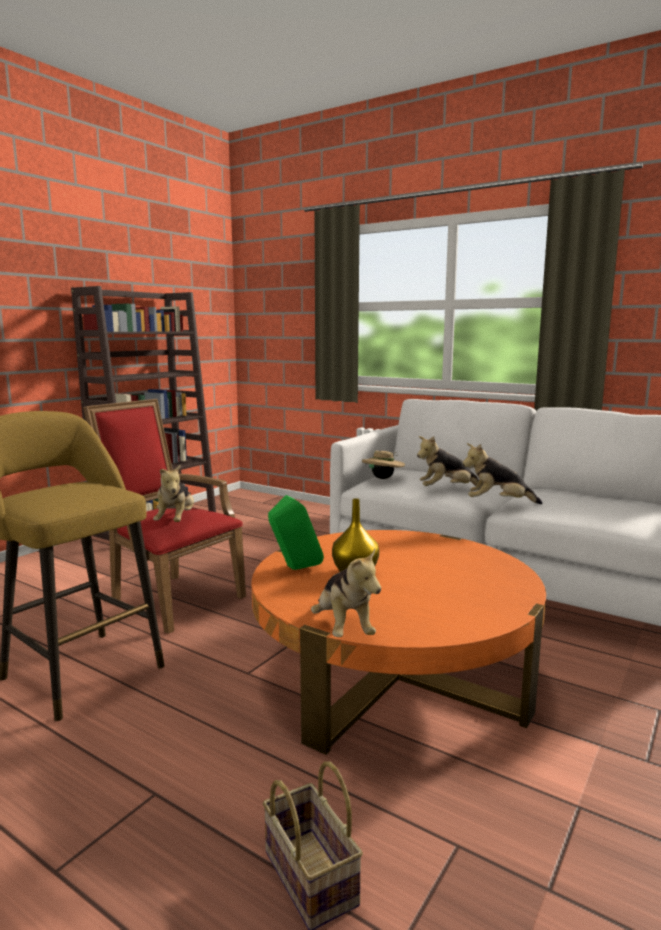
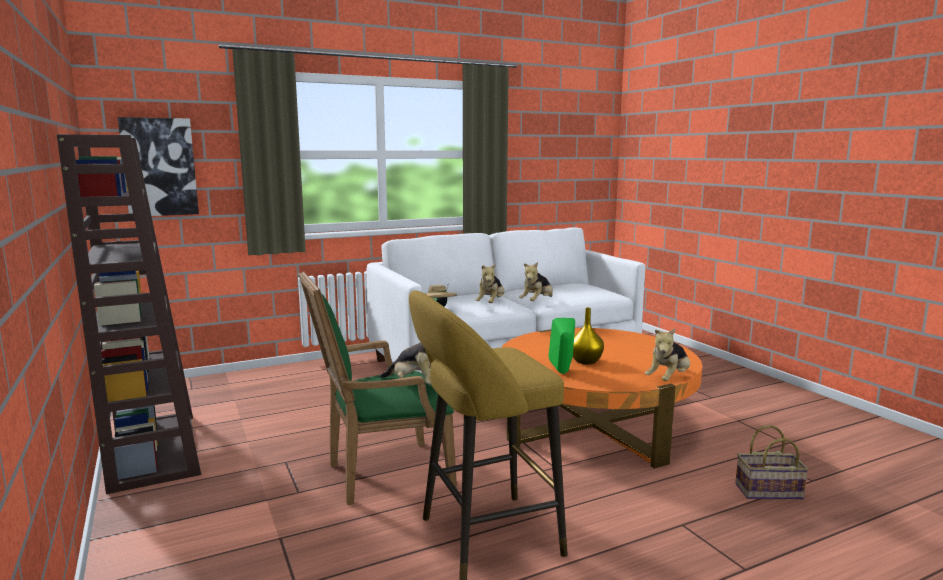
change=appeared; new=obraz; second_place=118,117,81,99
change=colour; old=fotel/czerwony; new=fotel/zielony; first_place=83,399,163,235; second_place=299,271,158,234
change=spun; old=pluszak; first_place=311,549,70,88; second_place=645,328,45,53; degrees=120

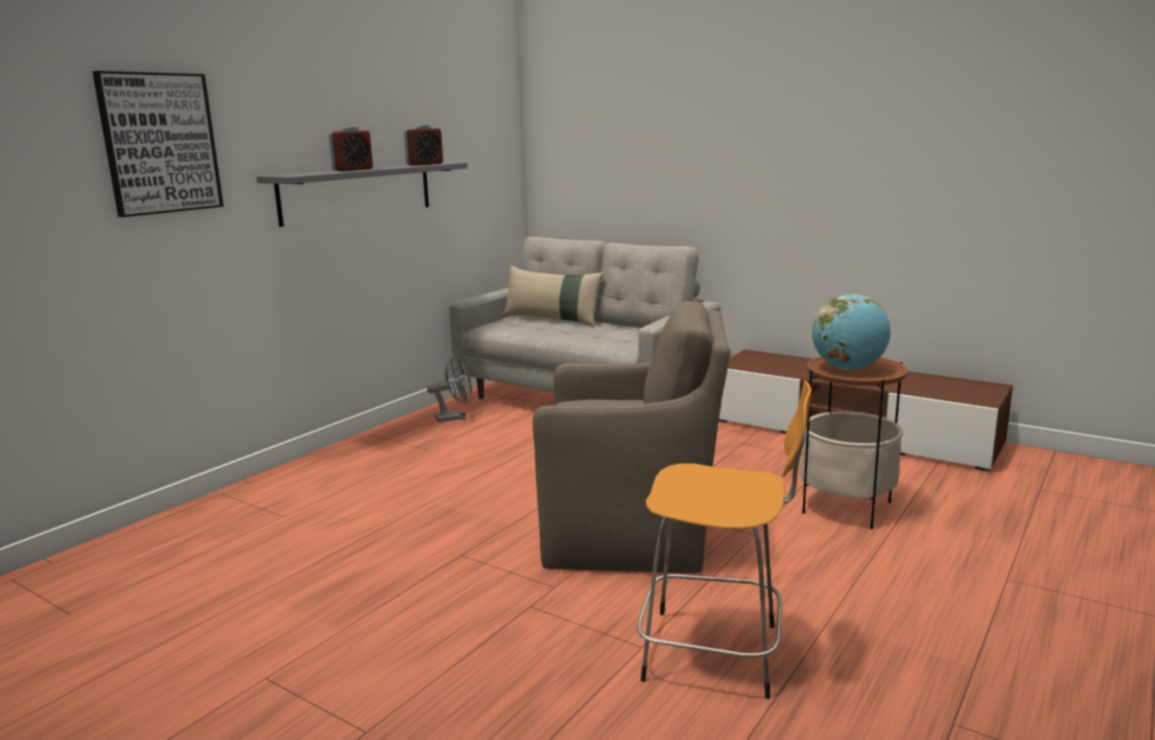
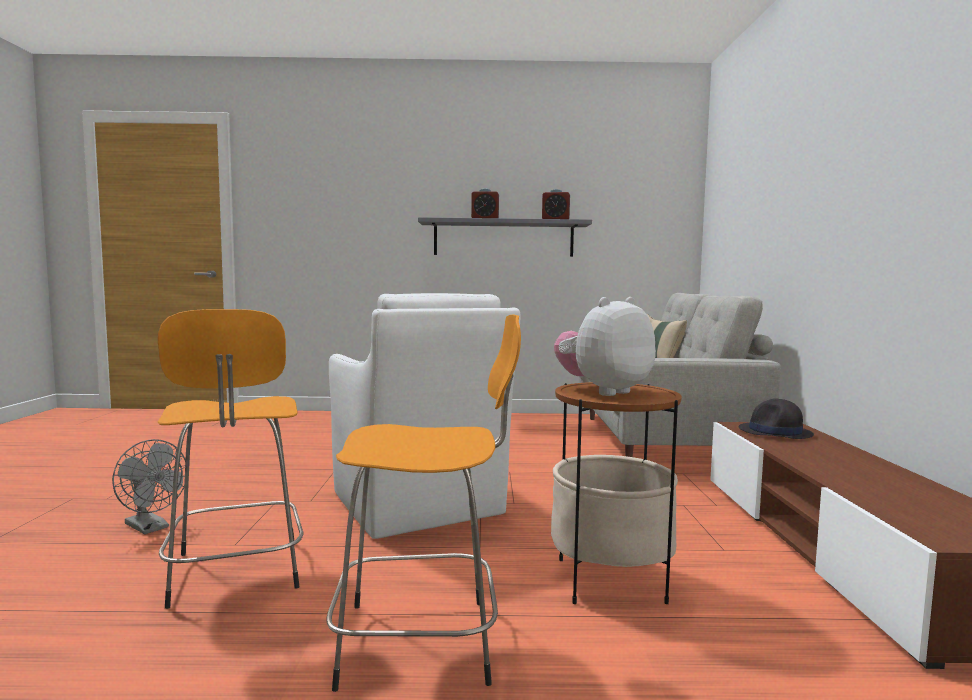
change=missing; old=obraz; first_place=92,71,132,146
change=appeared; new=stołek/pomarańczowy; second_place=326,315,195,377
change=appeared; new=kapelusz/czarny; second_place=739,399,75,40
change=relocated; old=wentylator/szary; first_place=427,358,45,64; second_place=112,439,74,95
change=exchanged; old=globus; new=pluszak; first_place=812,294,78,76; second_place=554,297,102,99
change=colour; old=fotel/brązowy; new=fotel/biały; first_place=533,301,197,272; second_place=329,293,191,246

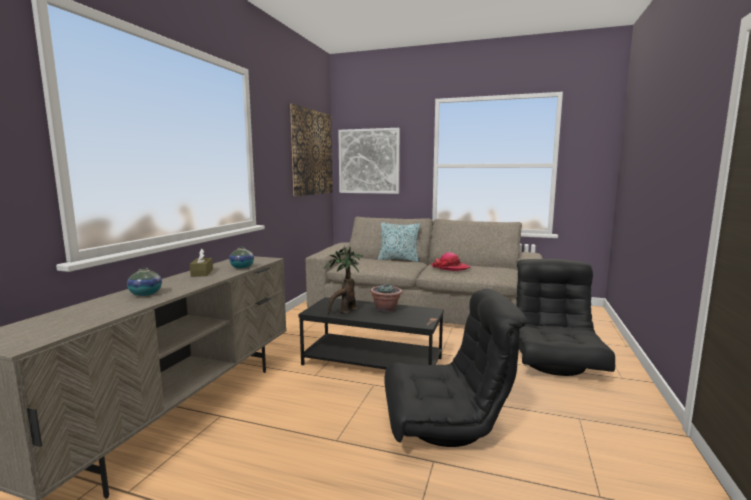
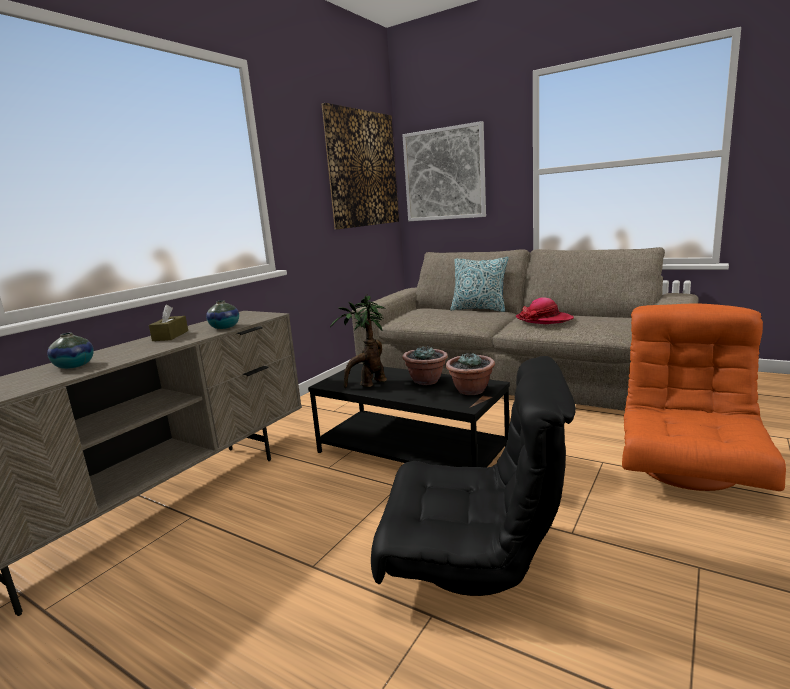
change=appeared; new=roślina doniczkowa; second_place=446,353,49,42
change=colour; old=fotel/czarny; new=fotel/pomarańczowy; first_place=516,259,99,117; second_place=622,304,164,187

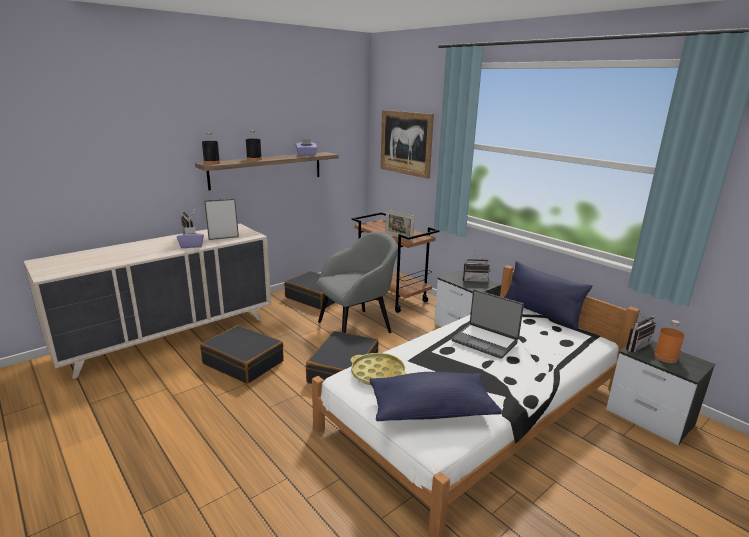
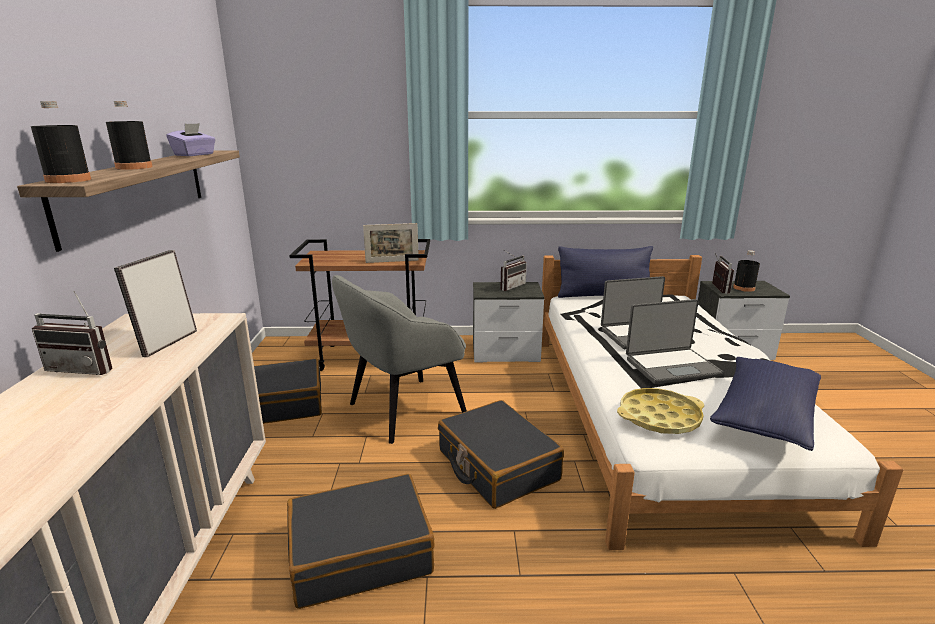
change=missing; old=pudełko chusteczek/fioletowy; first_place=177,227,27,21
change=missing; old=obraz; first_place=380,110,54,69
change=appeared; new=laptop; second_place=626,299,98,85
change=colour; old=butelka/pomarańczowy; new=butelka/czarny; first_place=654,320,31,43; second_place=733,250,27,42
change=spun; old=fotel/szary; first_place=317,232,81,101; second_place=332,275,135,169; degrees=-135

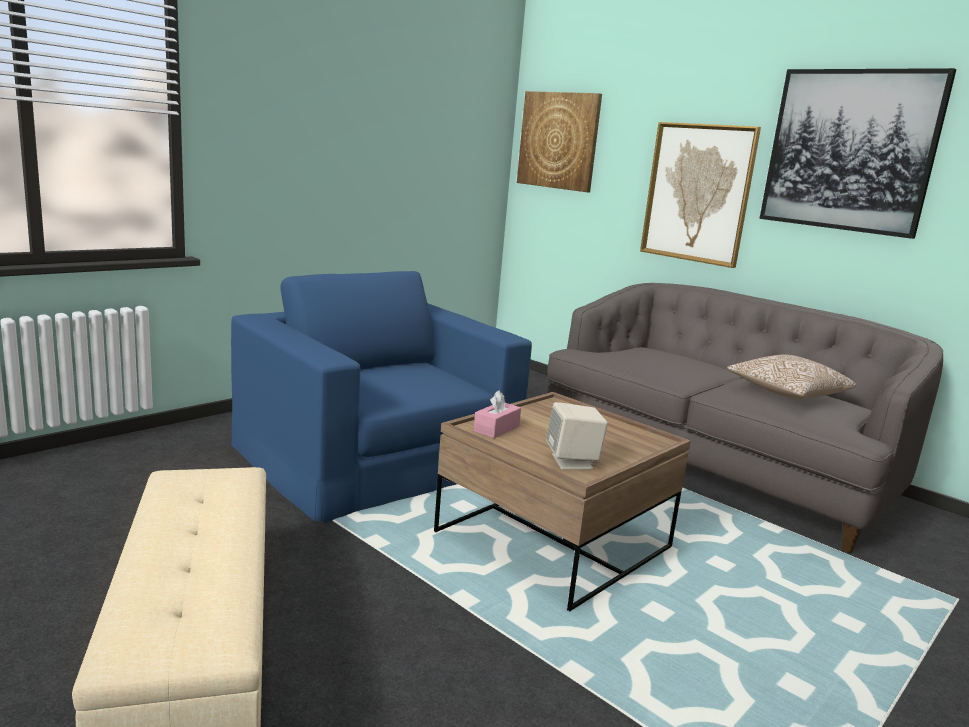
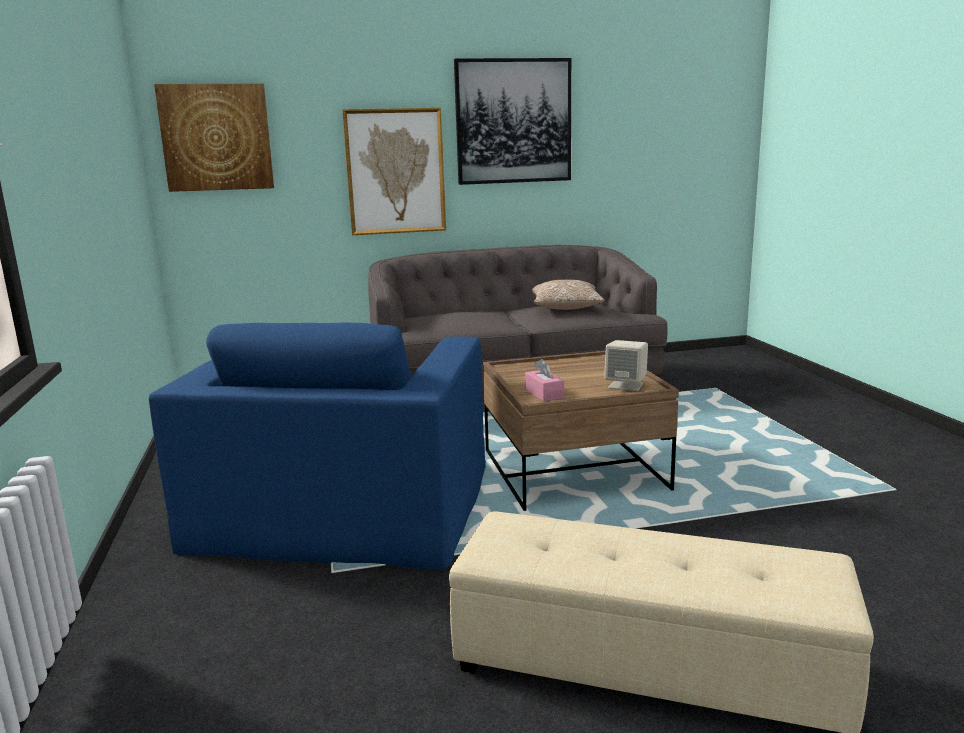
change=spun; old=fotel/niebieski; first_place=231,271,301,252; second_place=149,322,336,248; degrees=-75

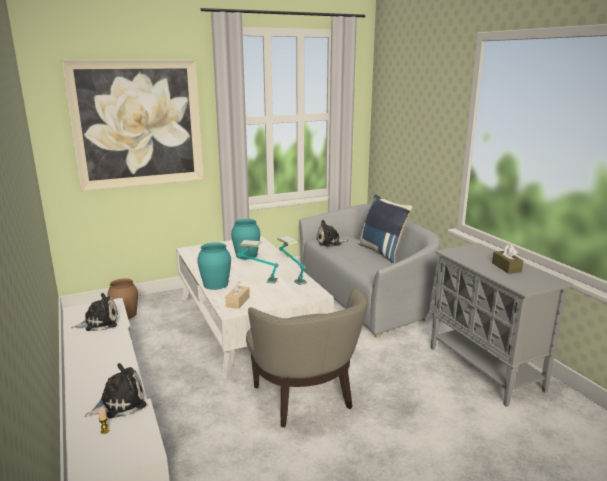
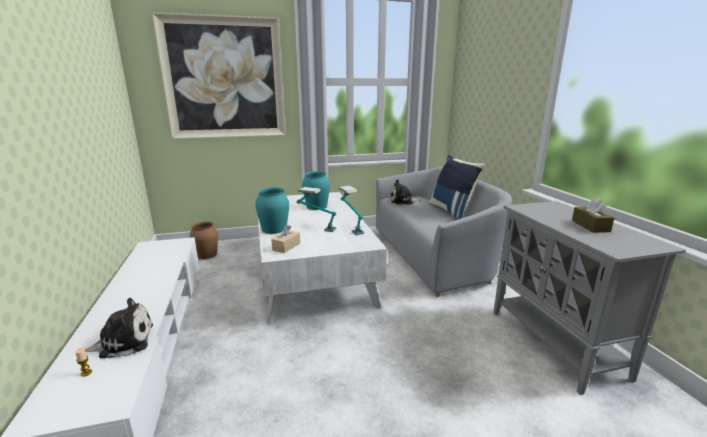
change=missing; old=pluszak; first_place=71,293,47,38
change=missing; old=fotel/beżowy; first_place=246,288,122,139

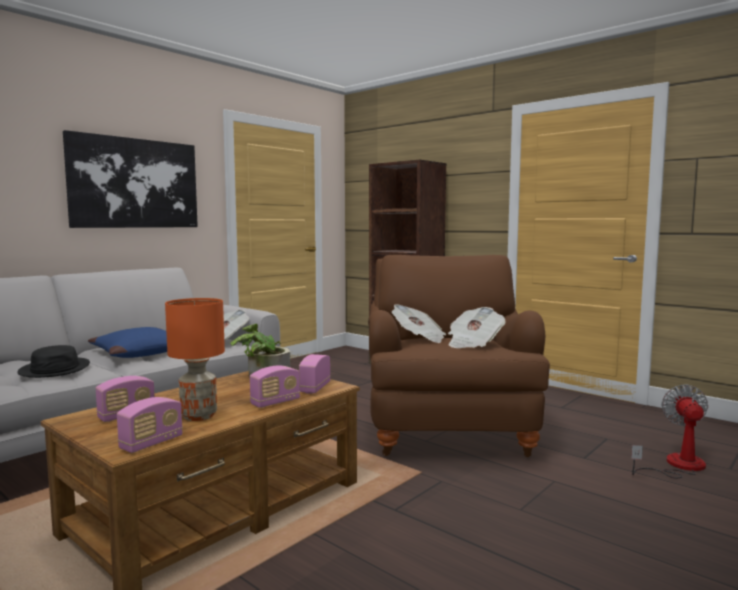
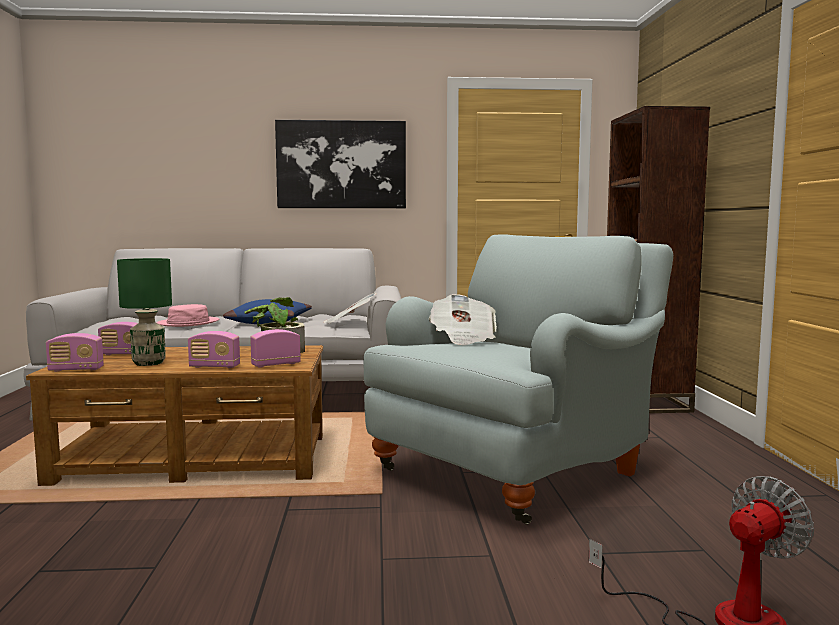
change=missing; old=gazeta; first_place=448,307,58,41
change=colour; old=kapelusz/czarny; new=kapelusz/różowy; first_place=17,345,73,33; second_place=156,304,63,23
change=colour; old=lampa stołowa/pomarańczowy; new=lampa stołowa/zielony; first_place=165,298,60,123; second_place=117,258,55,108
change=colour; old=fotel/brązowy; new=fotel/szary; first_place=368,255,182,202; second_place=364,234,309,291

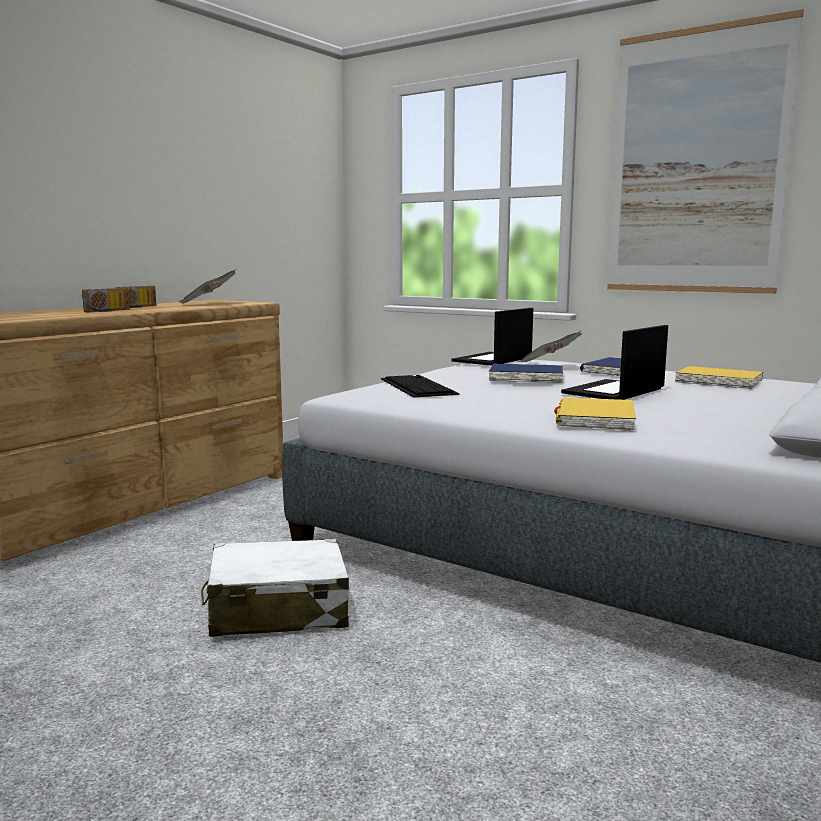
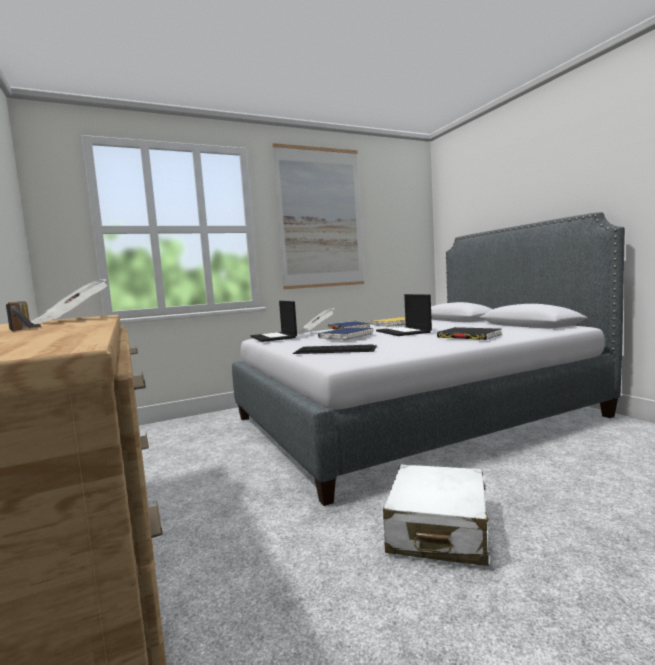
change=missing; old=radio; first_place=81,288,49,24
change=colour; old=książka/żółty; new=książka/czarny; first_place=554,397,82,35; second_place=437,327,65,13

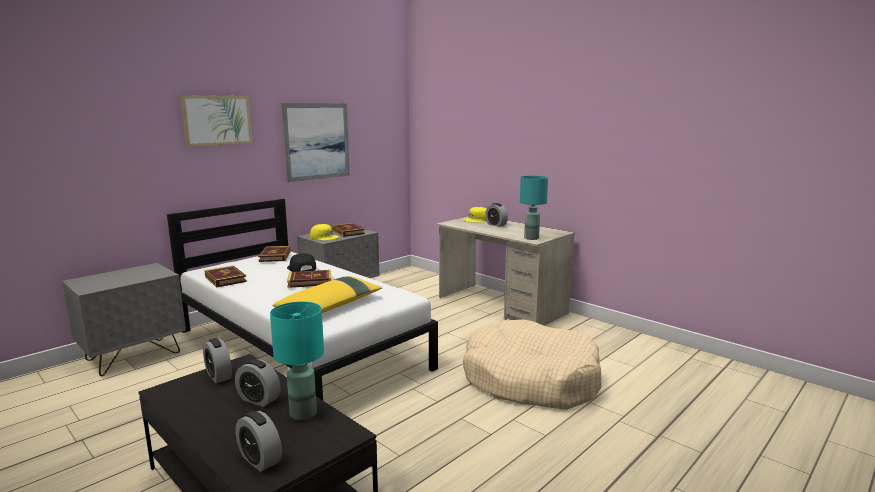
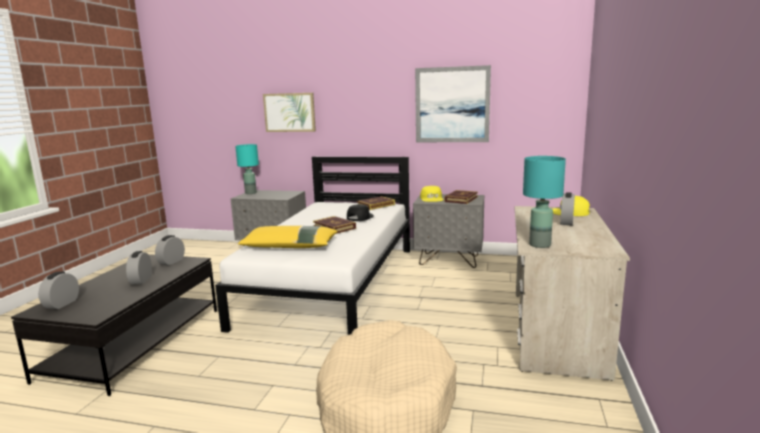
change=missing; old=książka; first_place=204,266,43,22
change=relocated; old=obraz; first_place=180,95,72,52; second_place=263,93,53,39
change=relocated; old=lampa stołowa/turkusowy; first_place=270,302,54,119; second_place=235,144,24,50

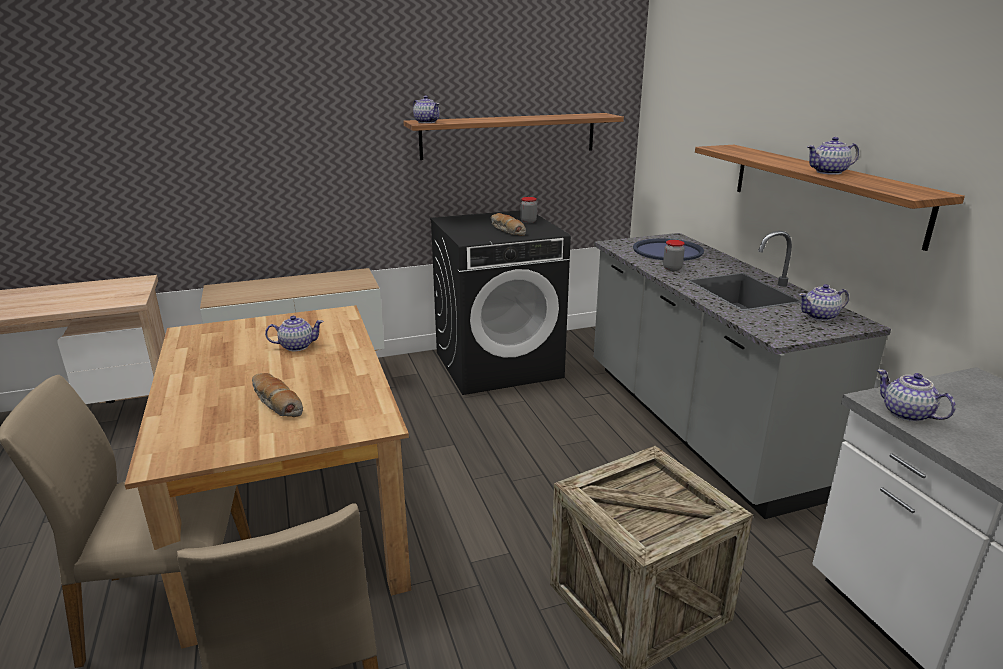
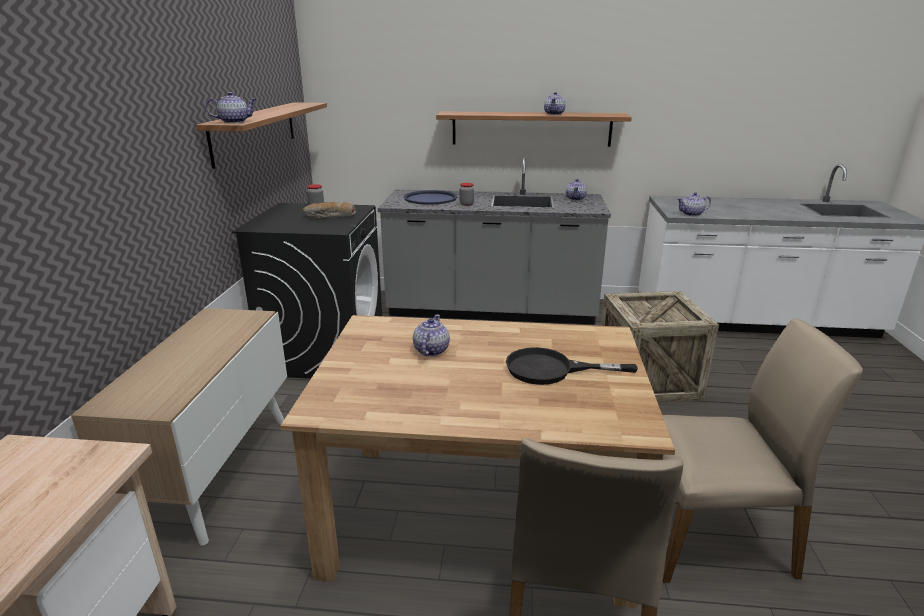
change=exchanged; old=chleb; new=patelnia/czarny; first_place=252,373,51,44; second_place=506,347,132,38

